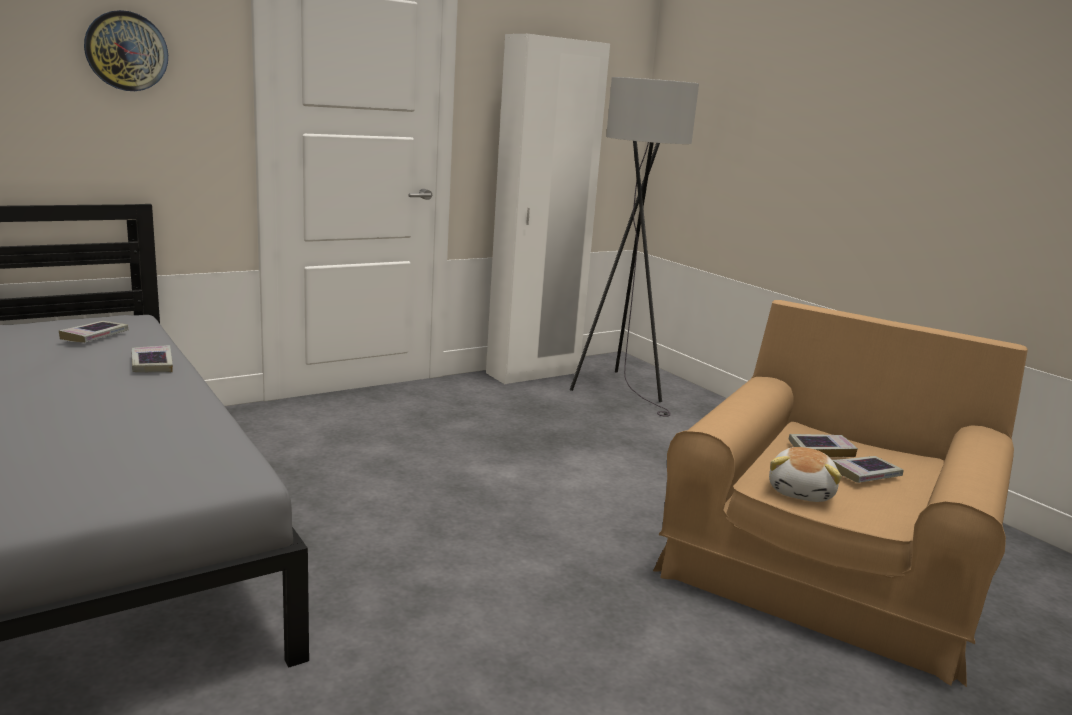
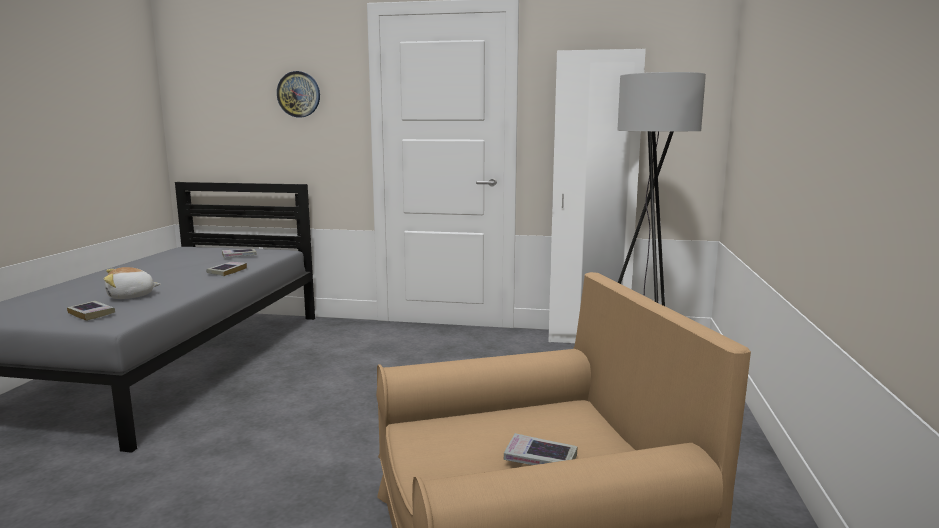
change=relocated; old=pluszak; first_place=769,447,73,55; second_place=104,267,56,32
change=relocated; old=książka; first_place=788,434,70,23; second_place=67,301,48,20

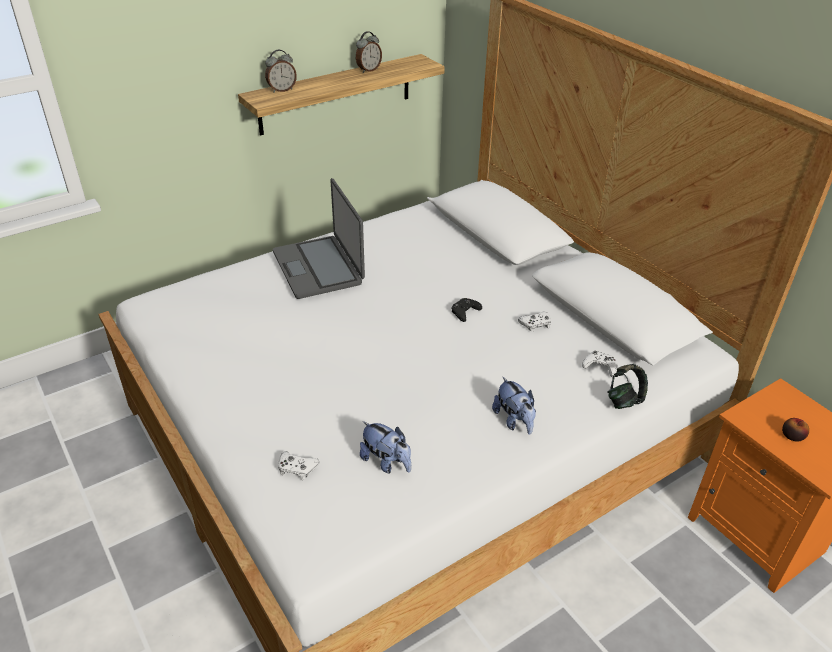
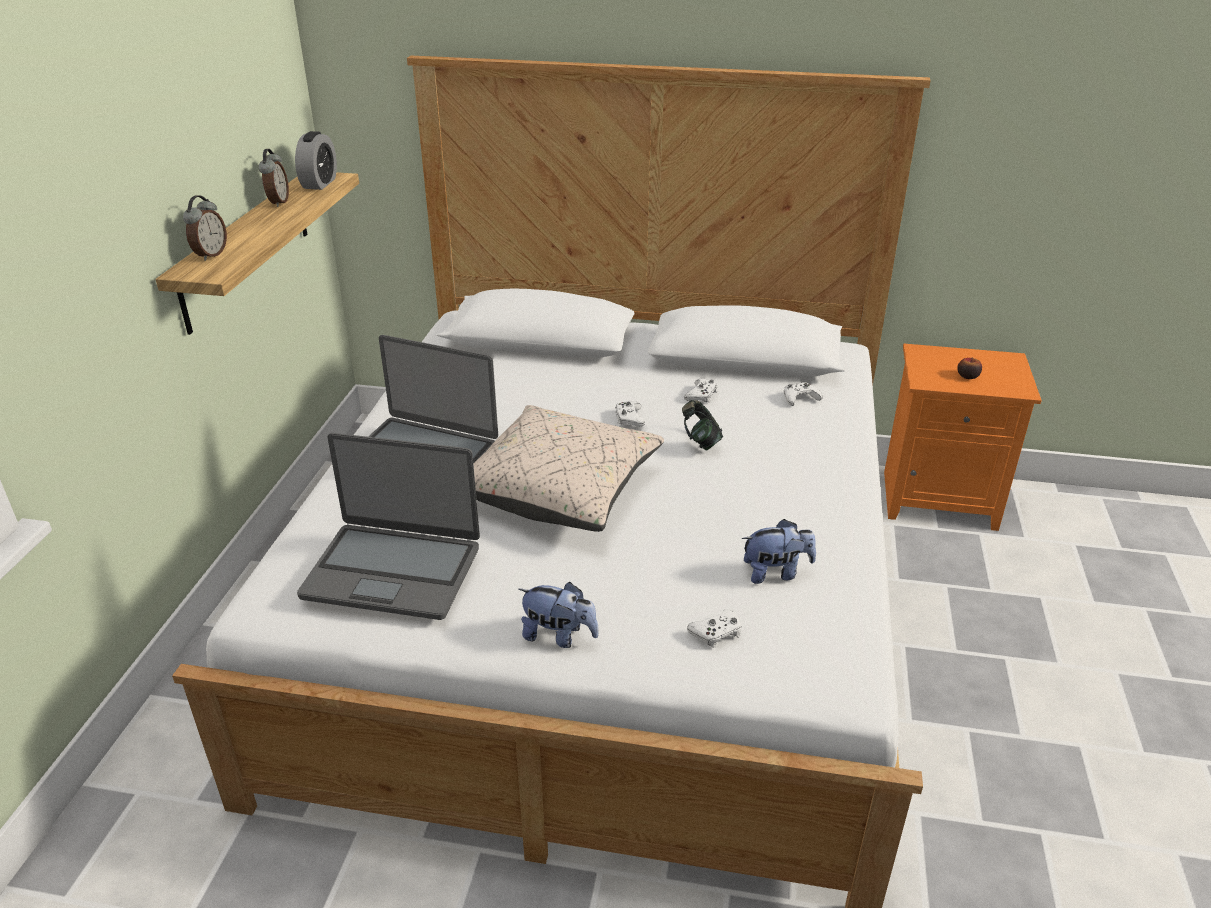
change=appeared; new=budzik; second_place=295,131,42,59
change=appeared; new=laptop; second_place=297,433,183,187
change=appeared; new=poduszka/beżowy; second_place=473,405,191,127
change=relocated; old=pluszak; first_place=492,377,44,58; second_place=519,582,80,66
change=relocated; old=słuchawki; first_place=607,364,41,45; second_place=682,400,41,50
change=colour; old=pad do gier/czarny; new=pad do gier/biały; first_place=451,298,31,24; second_place=615,401,30,26

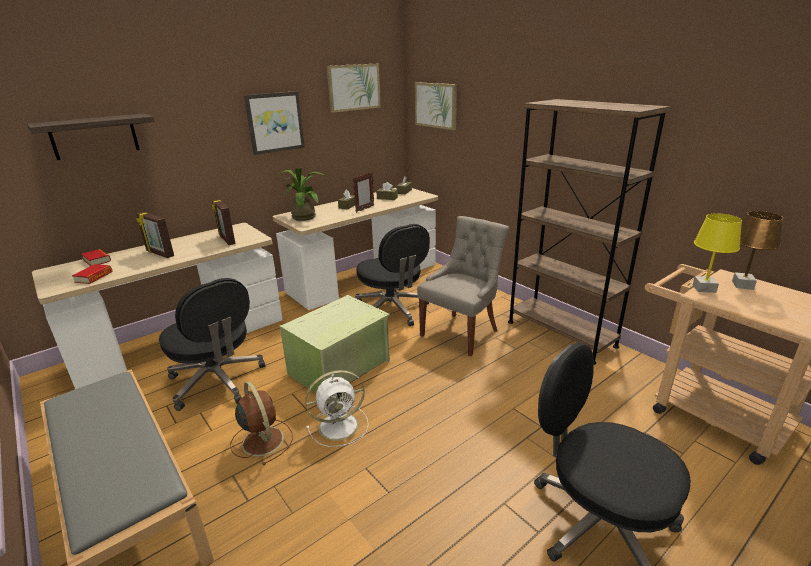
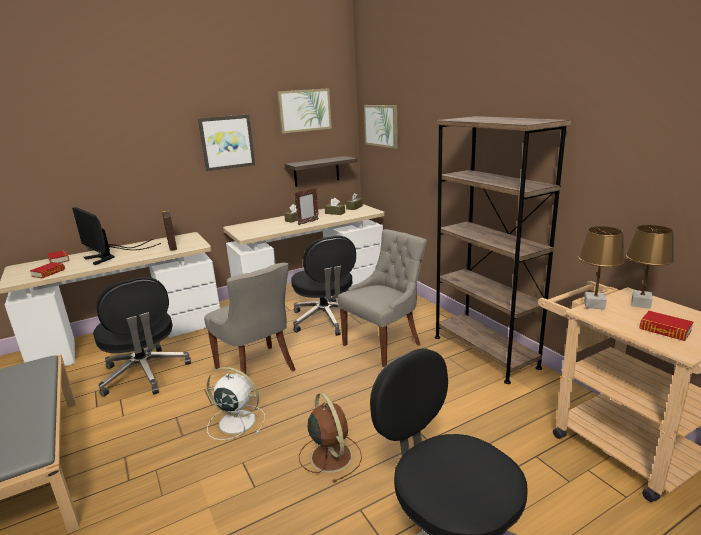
change=missing; old=roślina doniczkowa; first_place=278,167,46,54
change=appeared; new=książka; second_place=639,311,54,30
change=relocated; old=półka; first_place=27,113,128,47; second_place=285,156,72,31
change=relocated; old=wentylator/brązowy; first_place=230,381,63,85; second_place=299,392,63,91
change=exchanged; old=ramka na zdjęcie; new=monitor; first_place=136,212,38,46; second_place=72,207,89,58
change=exchanged; old=pojemnik do przechowywania/zielony; new=krzesło/szary; first_place=280,295,110,99; second_place=204,262,91,112
change=colour; old=lampa stołowa/żółty; new=lampa stołowa/brązowy; first_place=693,213,49,80; second_place=578,226,47,84
change=spun; old=wentylator/biały; first_place=305,370,64,77; second_place=207,367,58,73; degrees=-150

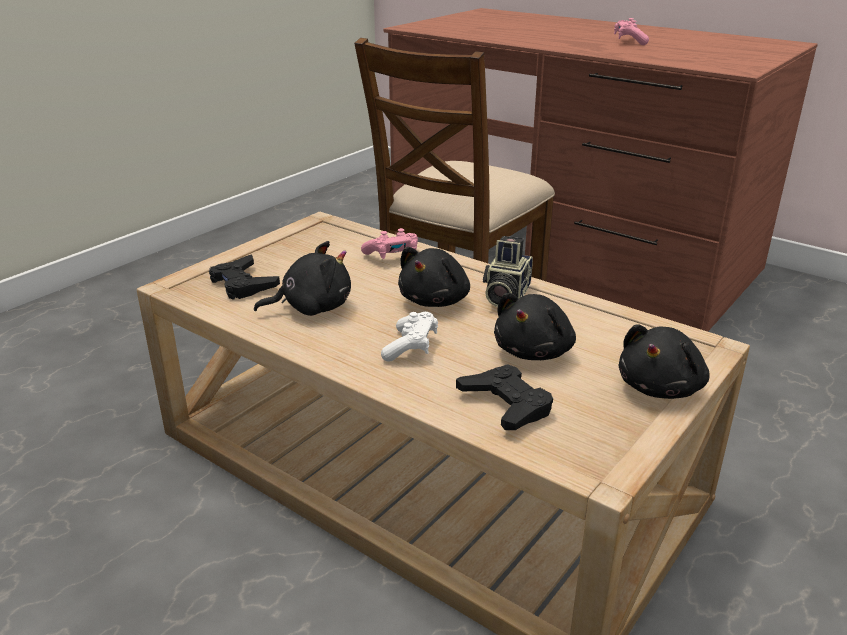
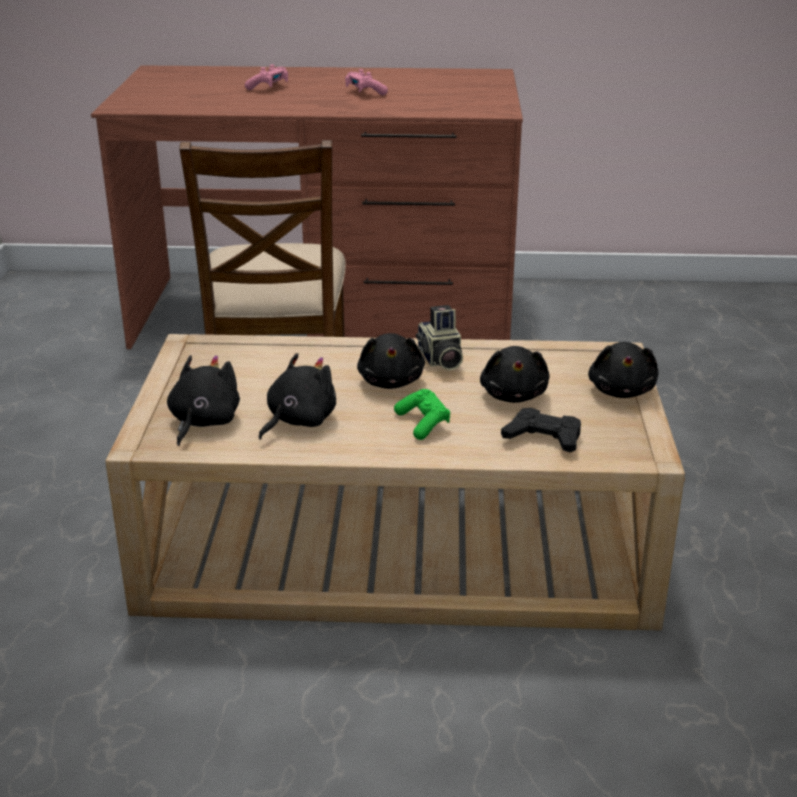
change=relocated; old=pad do gier/różowy; first_place=361,228,57,31; second_place=245,64,43,26
change=exchanged; old=pad do gier/czarny; new=pluszak/czarny; first_place=209,254,71,46; second_place=167,355,73,91
change=colour; old=pad do gier/biały; new=pad do gier/zielony; first_place=381,312,57,50; second_place=394,389,56,51

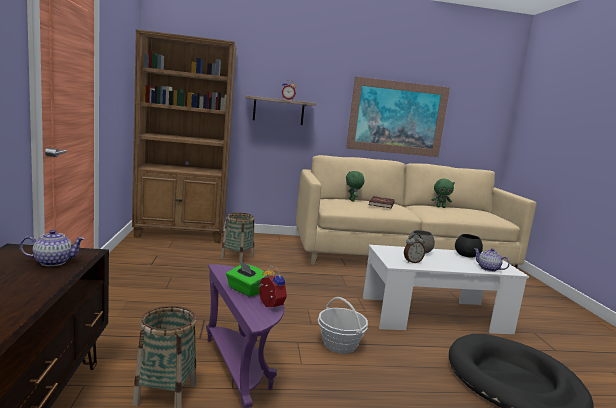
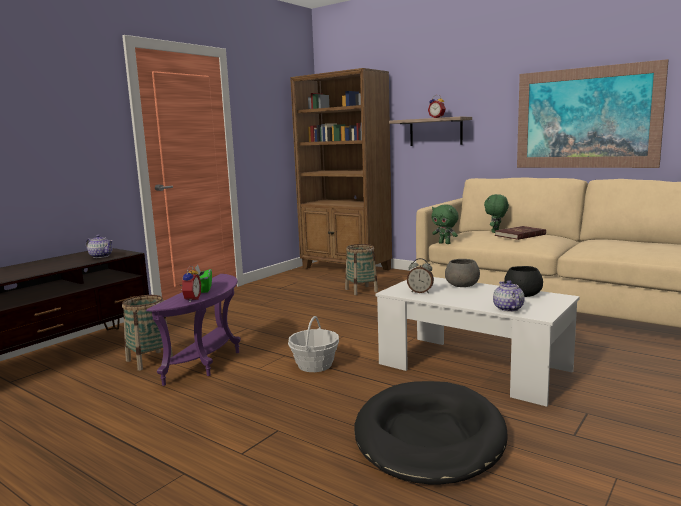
change=relocated; old=pluszak/zielony; first_place=432,179,23,29; second_place=432,204,27,40

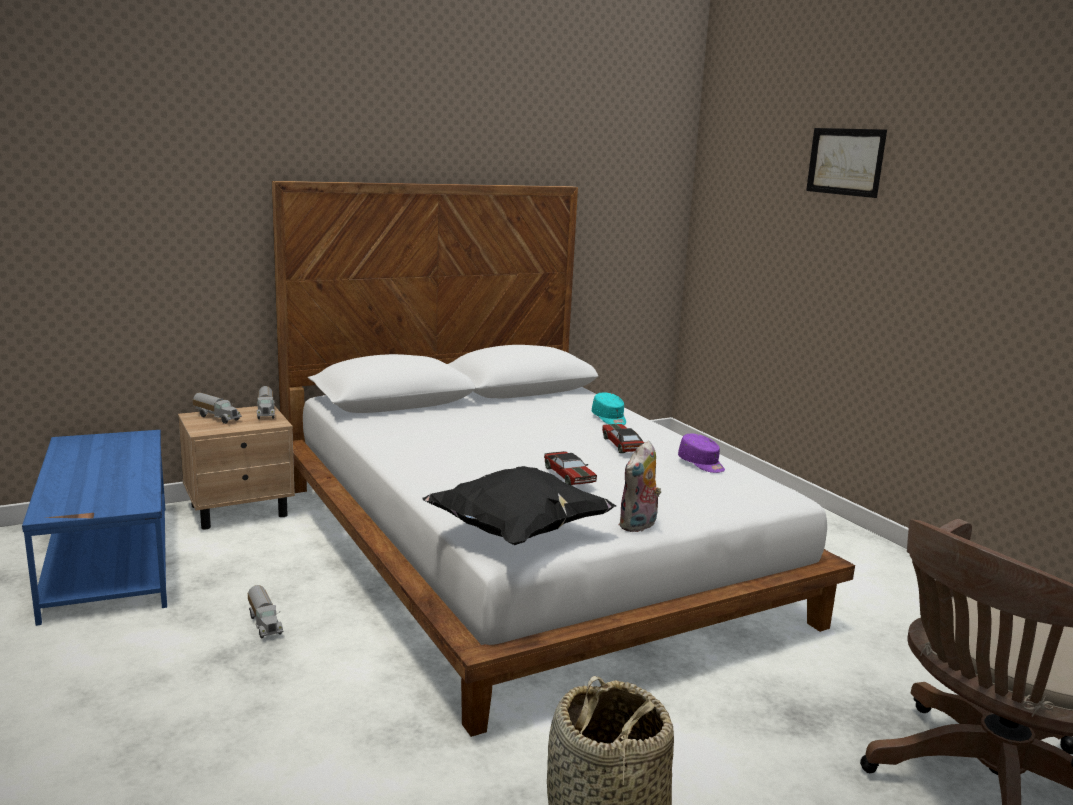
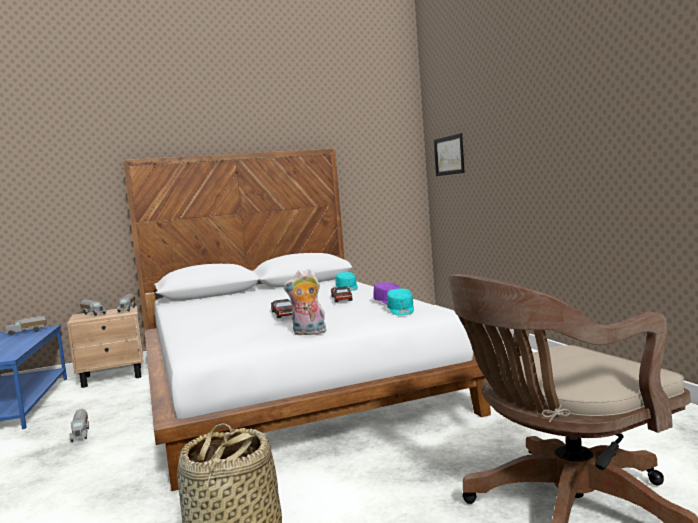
change=missing; old=poduszka/czarny; first_place=423,466,193,79
change=appeared; new=ciężarówka zabawkowa; second_place=5,315,42,21
change=appeared; new=czapka z daszkiem/turkusowy; second_place=387,289,27,26
change=relocated; old=obraz; first_place=806,128,81,70; second_place=434,133,31,43
change=spun; old=pluszak; first_place=619,440,42,93; second_place=283,269,43,67; degrees=45

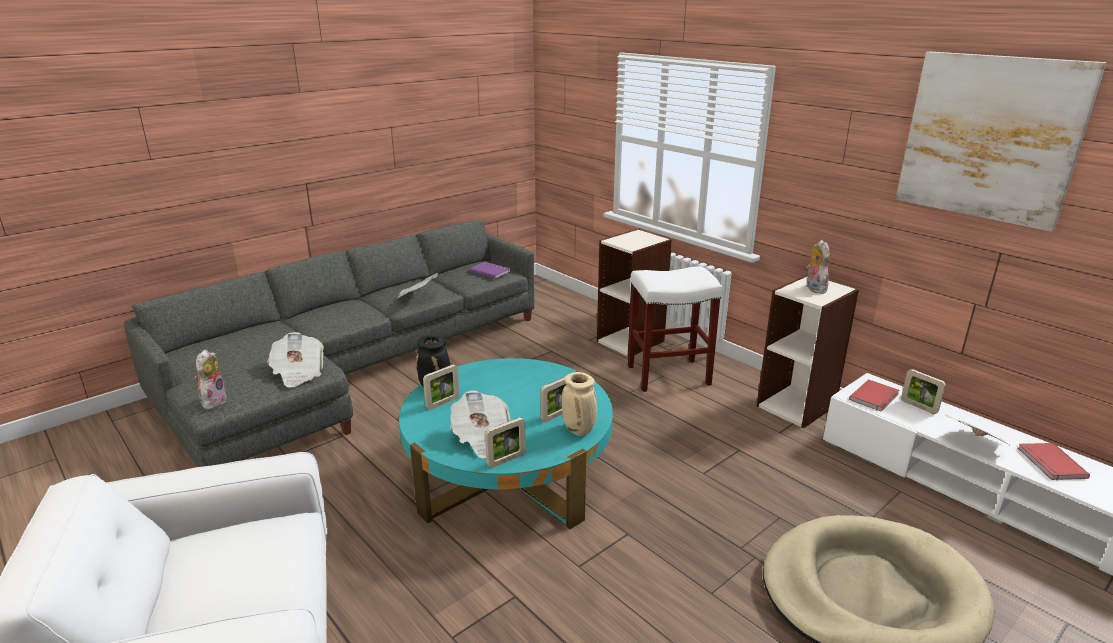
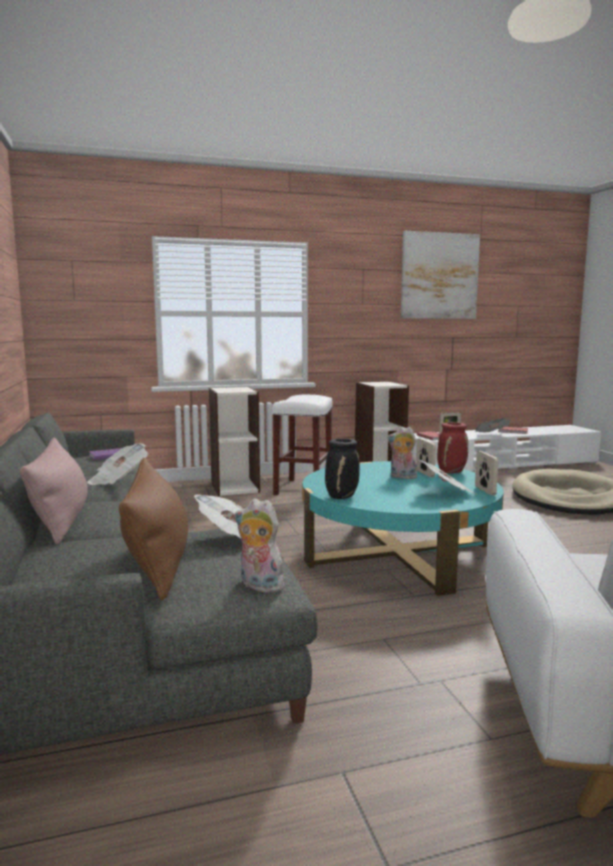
change=missing; old=ramka na zdjęcie; first_place=423,364,37,46
change=appeared; new=poduszka/różowy; second_place=20,438,68,106
change=appeared; new=poduszka/brązowy; second_place=119,458,69,142
change=relocated; old=pluszak; first_place=807,240,23,54; second_place=387,427,33,52
change=colour; old=wazon/beżowy; new=wazon/czerwony; first_place=562,372,35,64; second_place=437,423,31,50

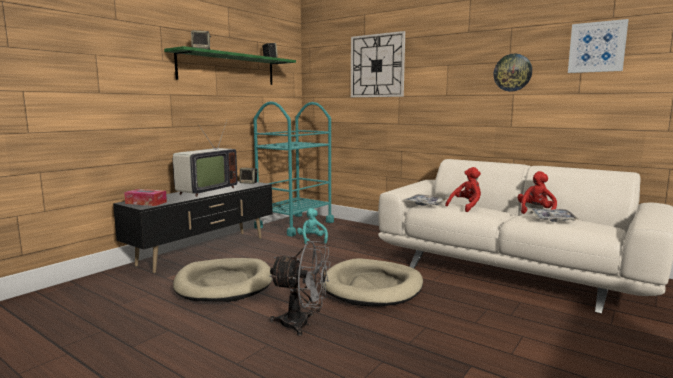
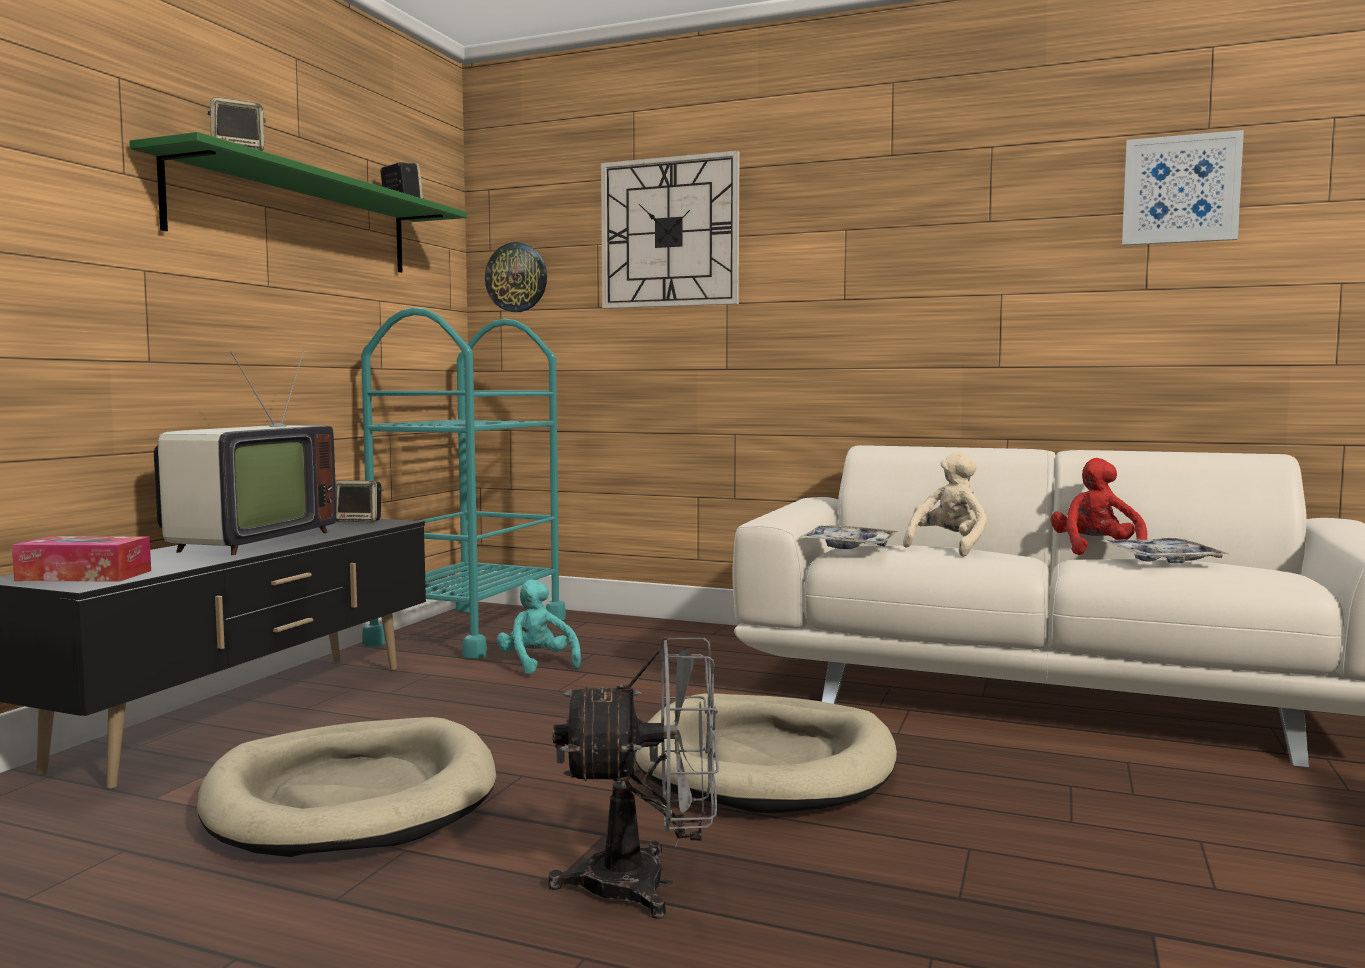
change=relocated; old=zegar ścienny; first_place=494,53,38,38; second_place=485,242,62,70
change=colour; old=pluszak/czerwony; new=pluszak/beżowy; first_place=445,167,36,45; second_place=903,451,84,106

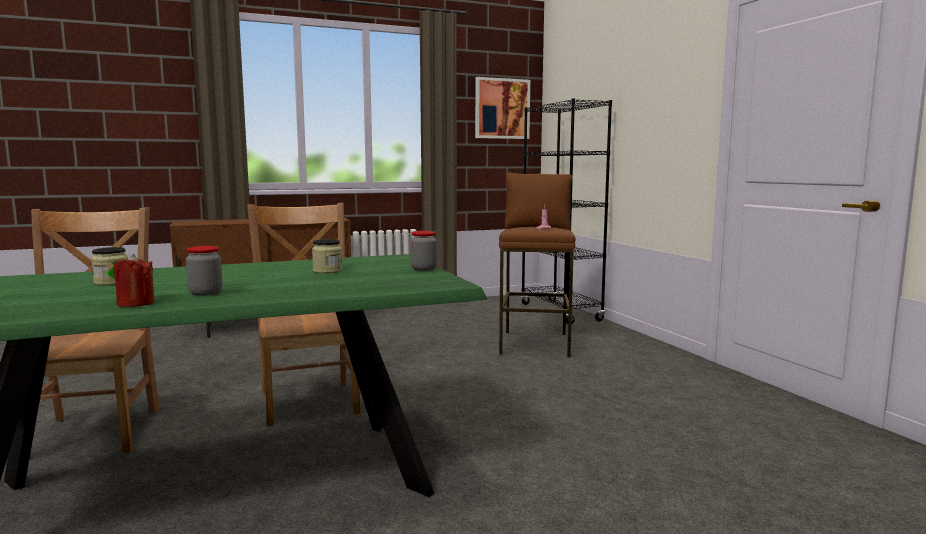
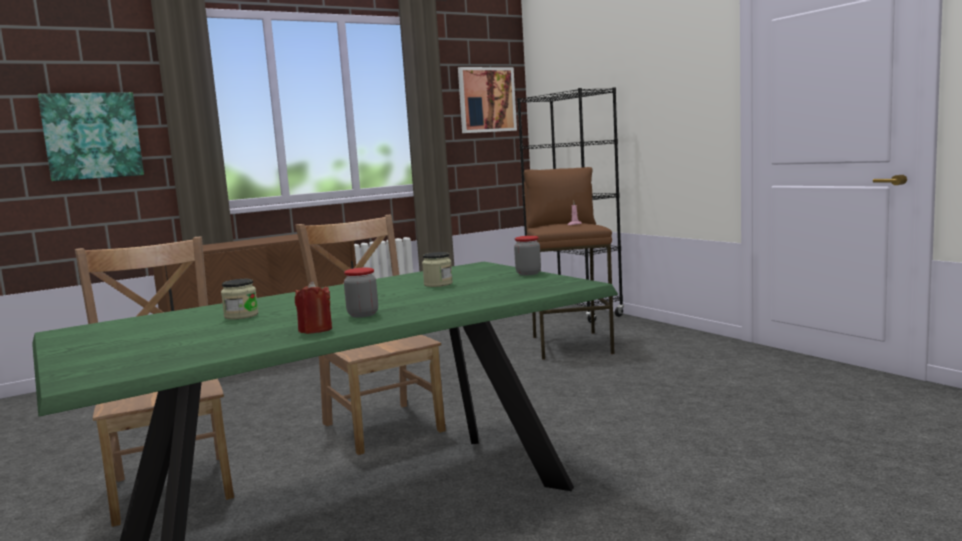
change=appeared; new=obraz; second_place=38,92,106,89

